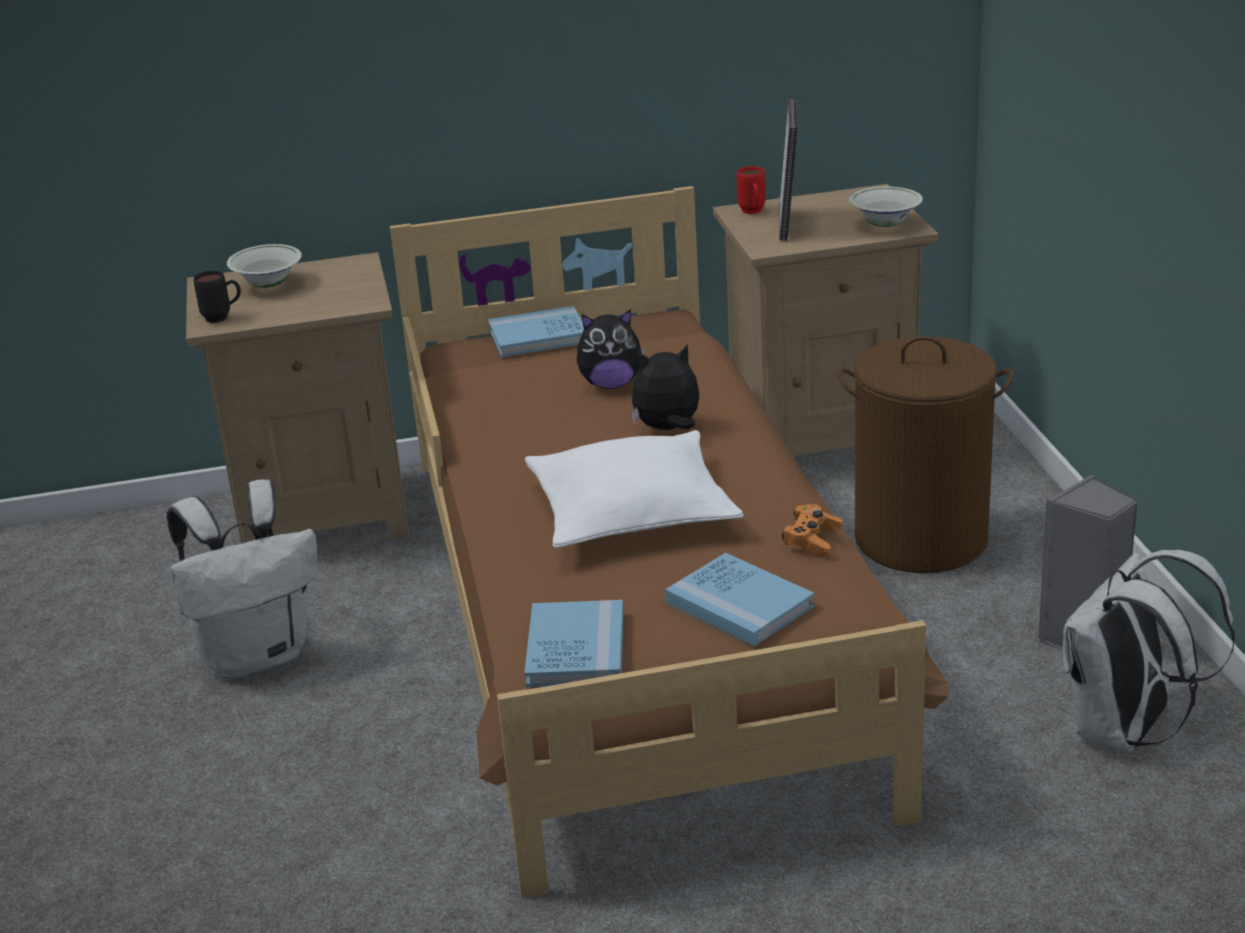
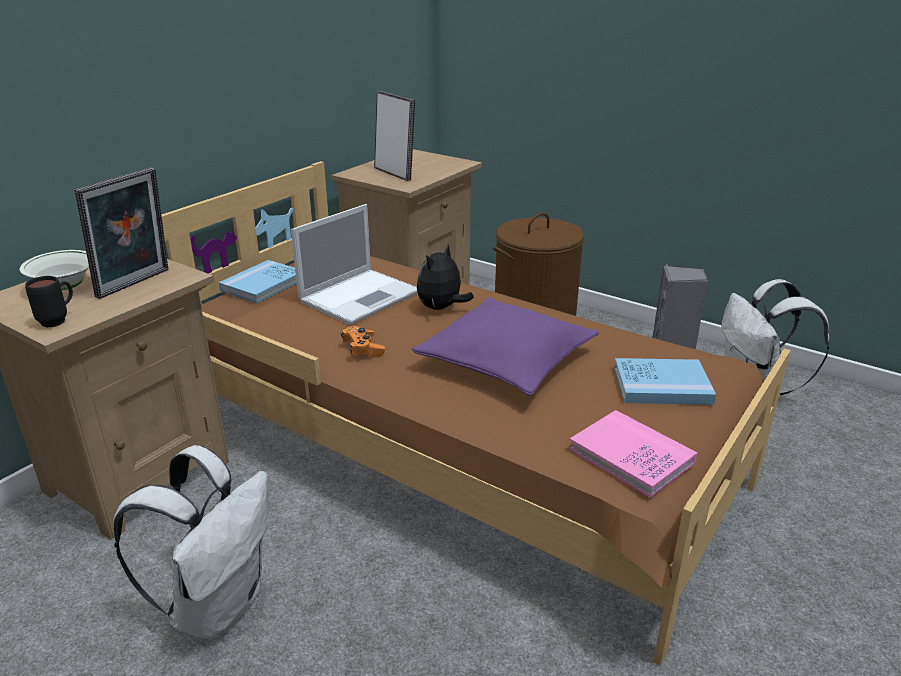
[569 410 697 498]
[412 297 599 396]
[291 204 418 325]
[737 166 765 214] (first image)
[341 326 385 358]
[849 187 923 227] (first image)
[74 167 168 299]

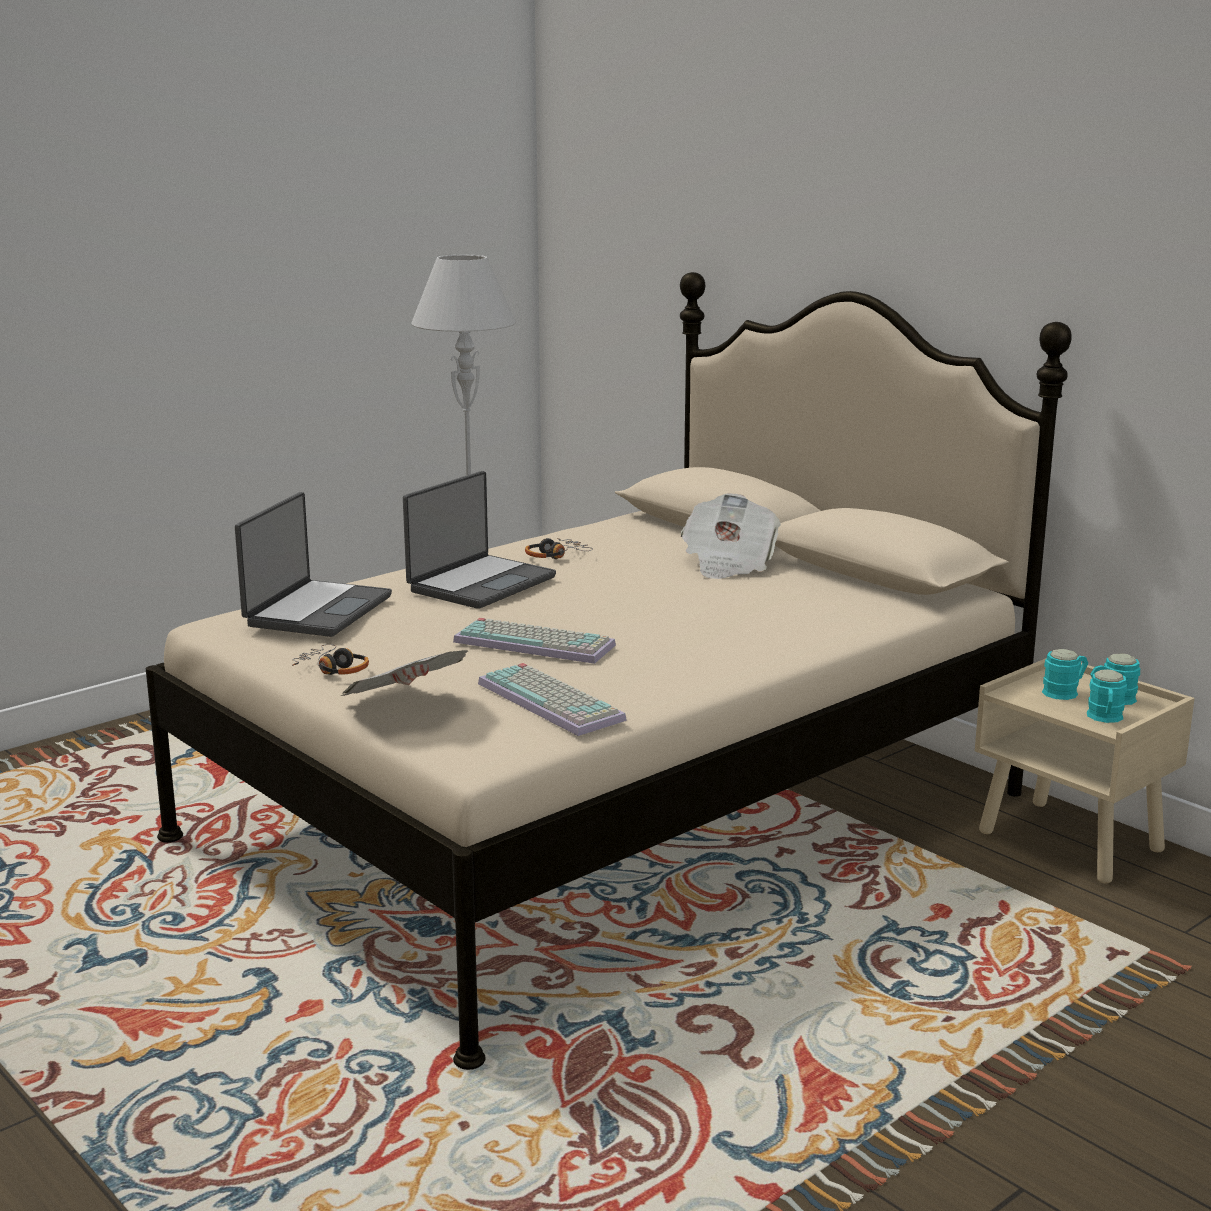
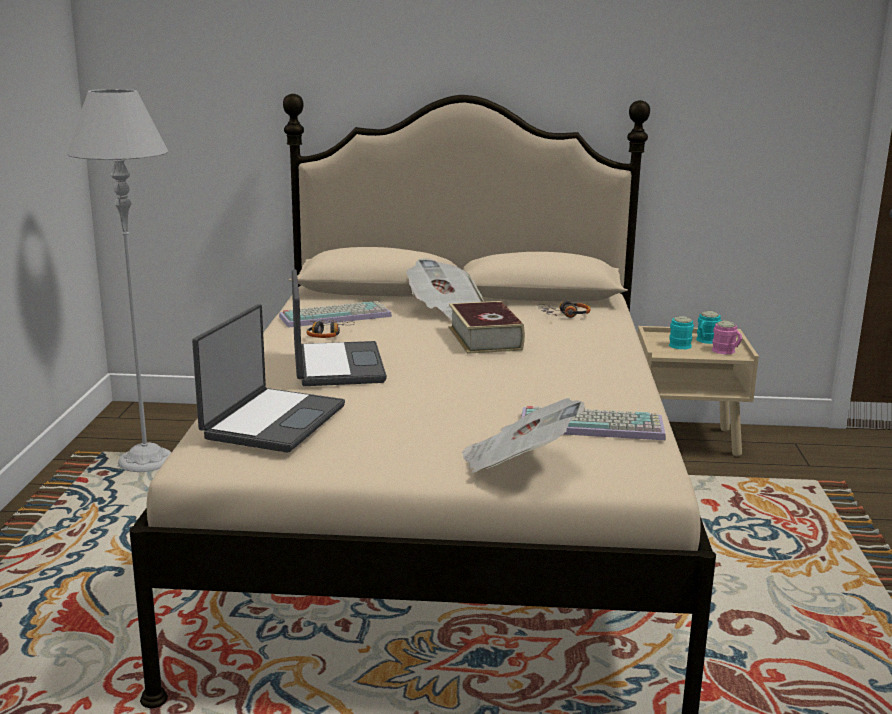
[192 304 345 452]
[537 300 590 318]
[279 301 392 328]
[712 320 742 354]
[449 301 525 354]

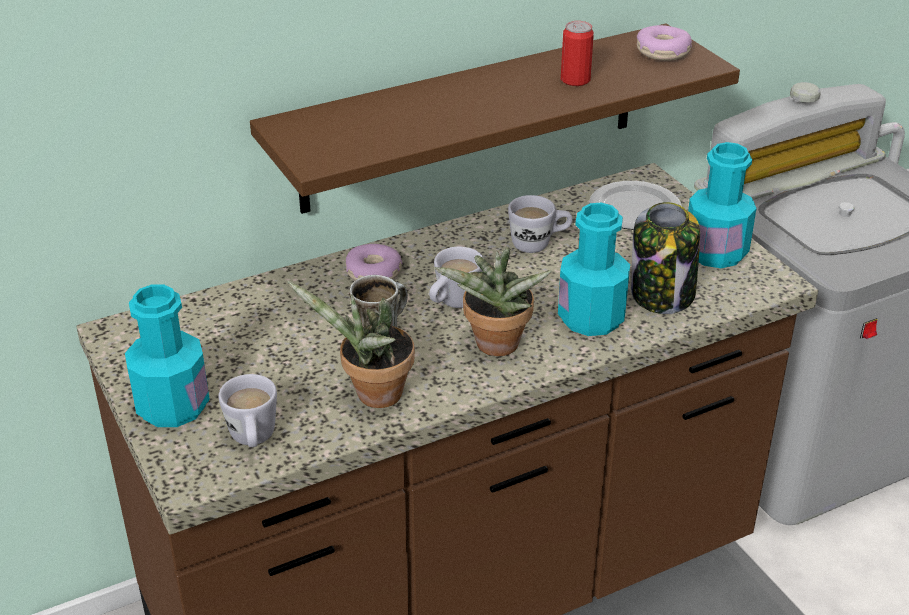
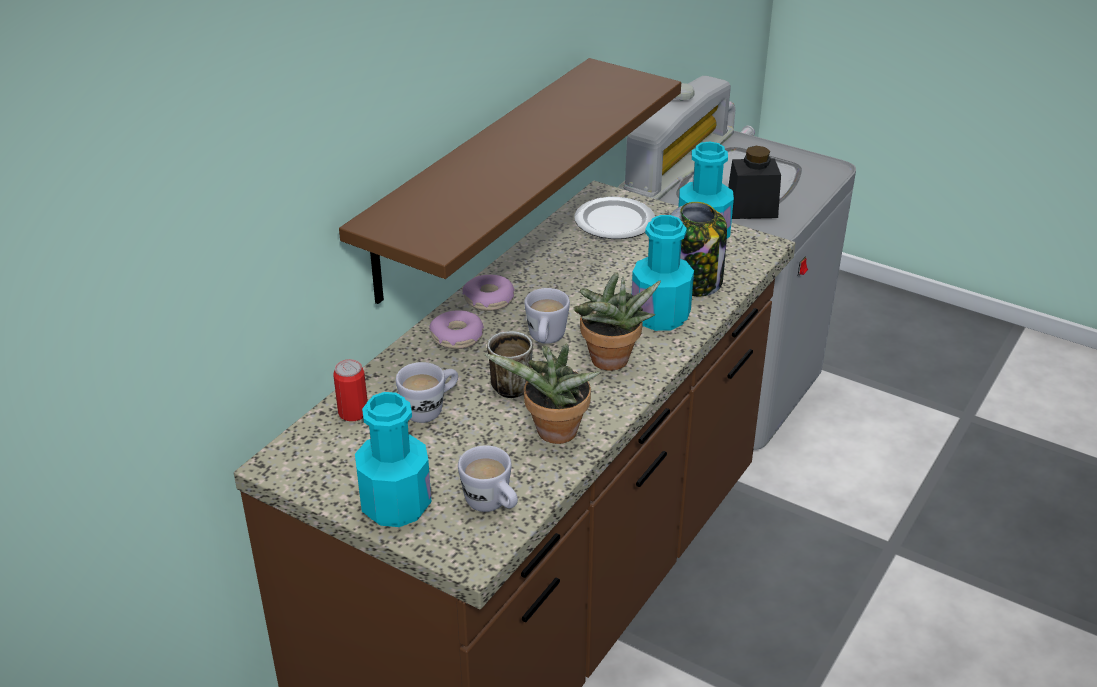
[396 362 458 423]
[333 359 368 421]
[463 275 515 311]
[728 146 781 219]

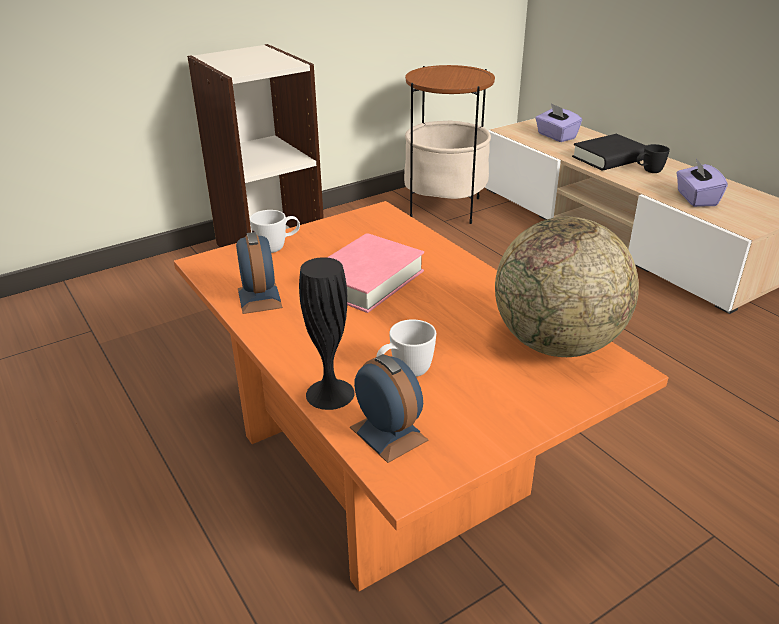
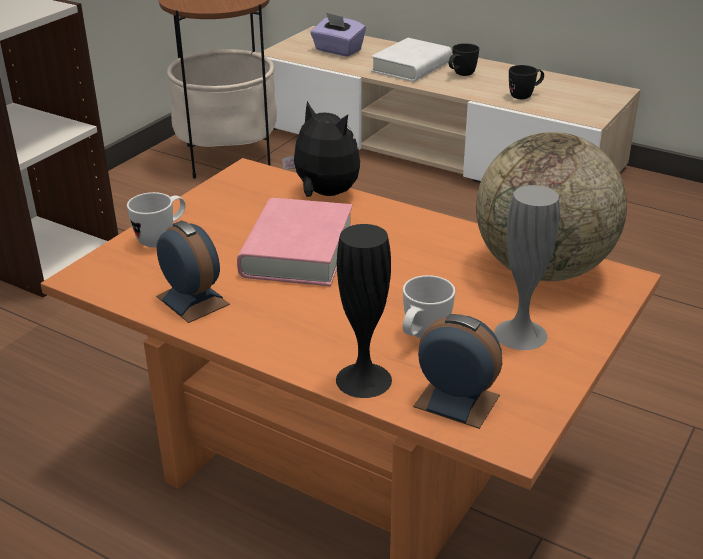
[371 38 452 82]
[509 65 544 99]
[282 101 360 197]
[494 185 560 350]

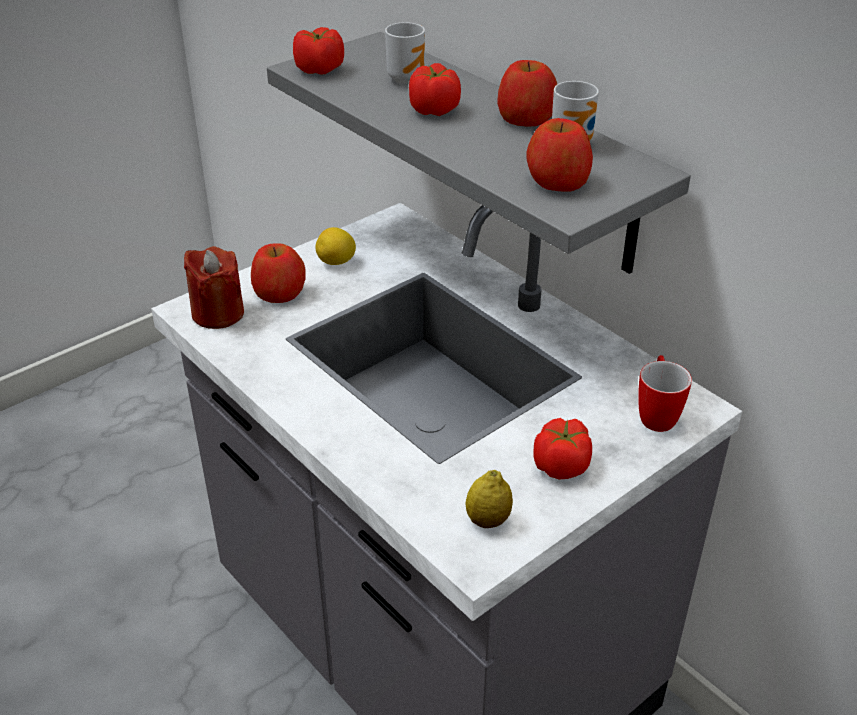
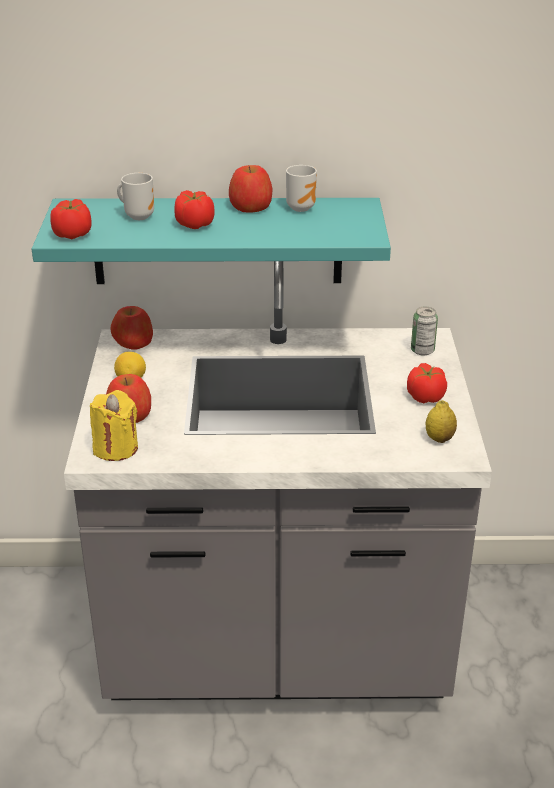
[90 390 138 461]
[32 198 391 284]
[111 306 153 350]
[411 307 438 356]

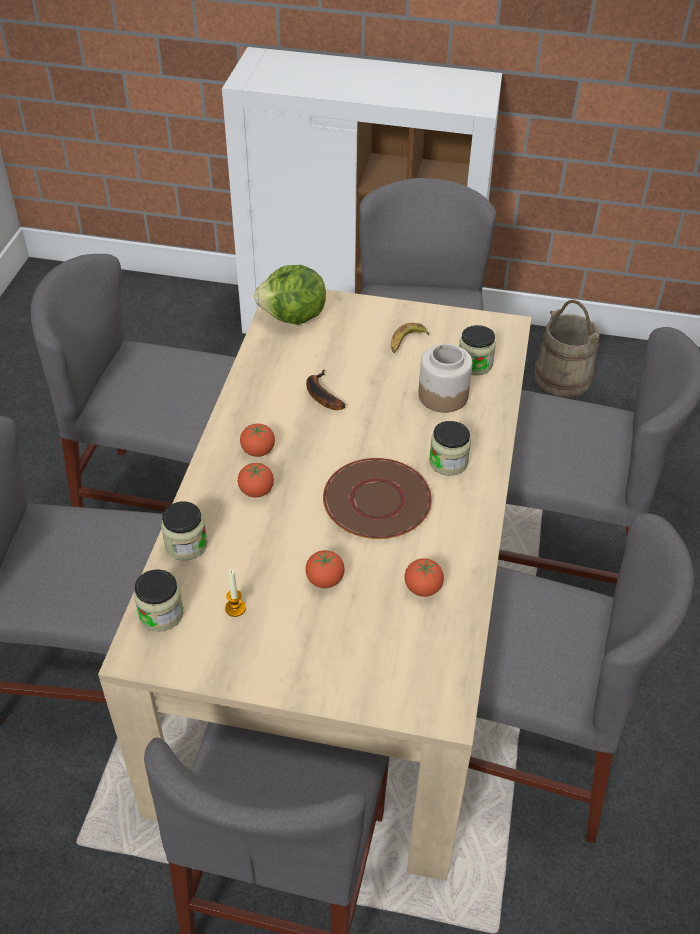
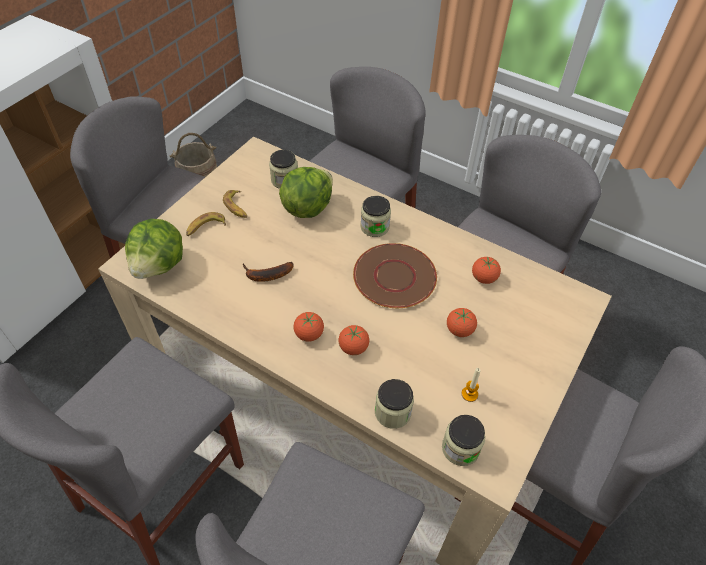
[279 167 333 218]
[186 212 226 236]

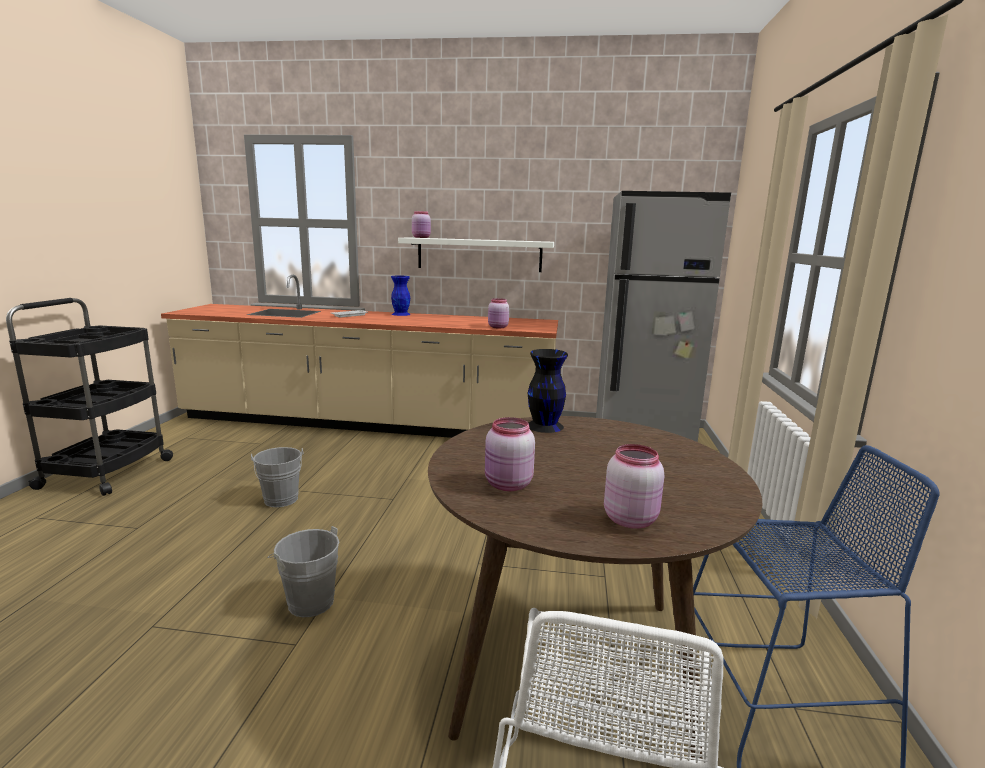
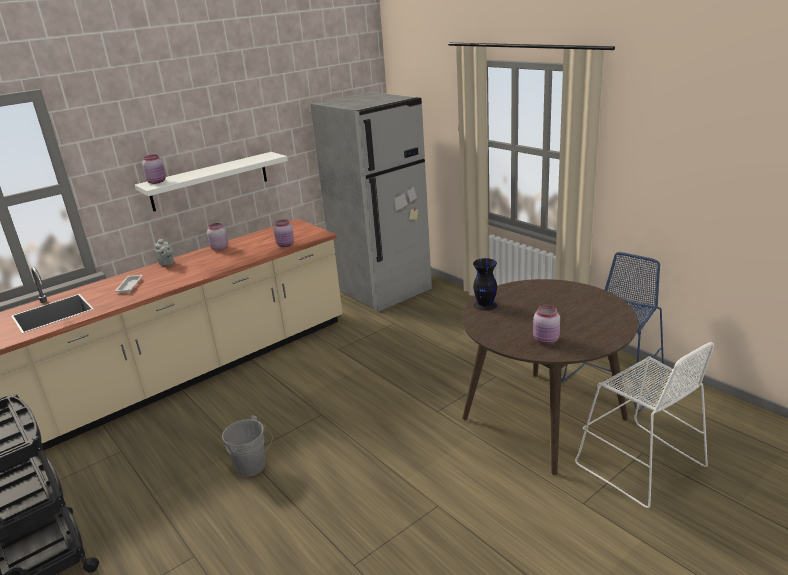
[267 526 339 617] (first image)
[155 238 174 266]
[207 223 228 251]

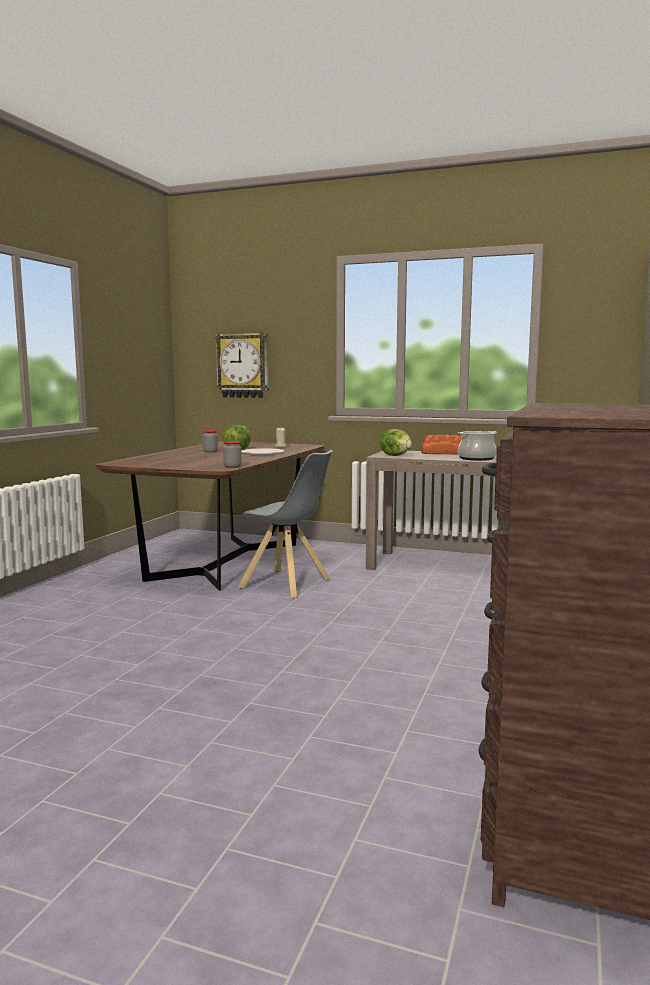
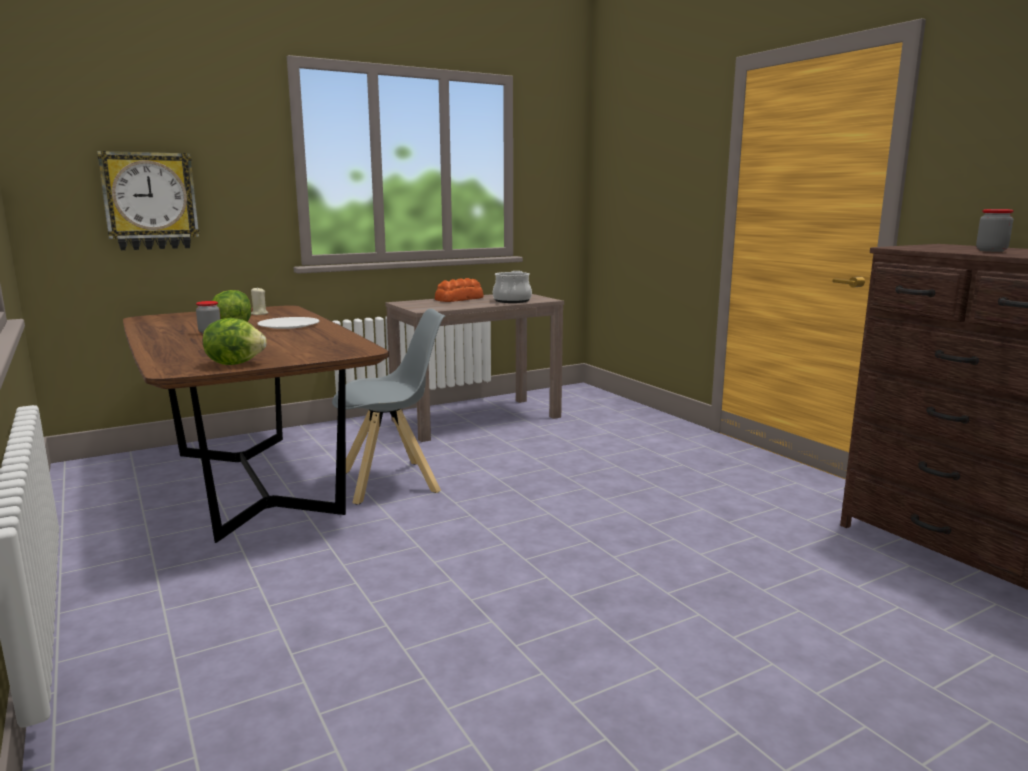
[976 209 1014 252]
[203 318 267 365]

